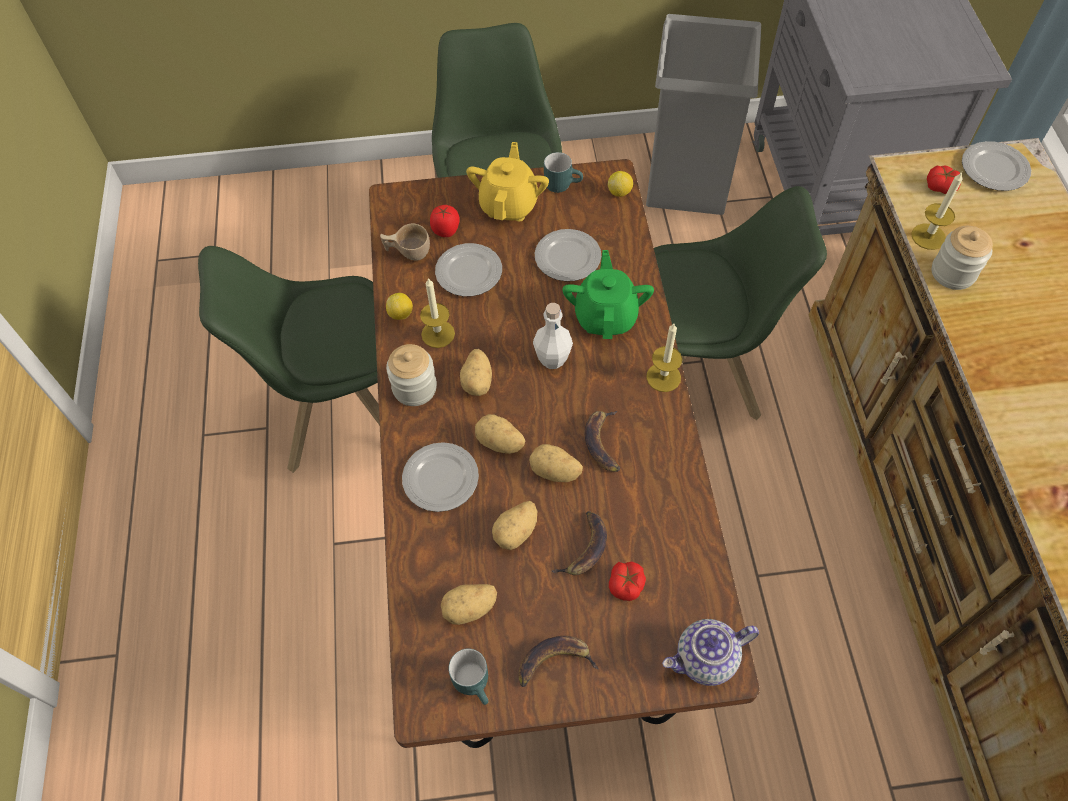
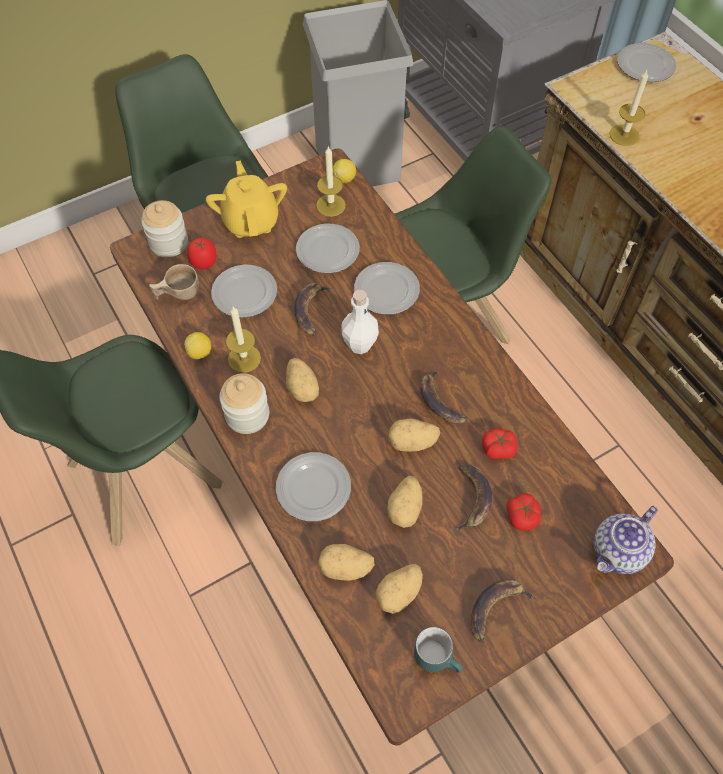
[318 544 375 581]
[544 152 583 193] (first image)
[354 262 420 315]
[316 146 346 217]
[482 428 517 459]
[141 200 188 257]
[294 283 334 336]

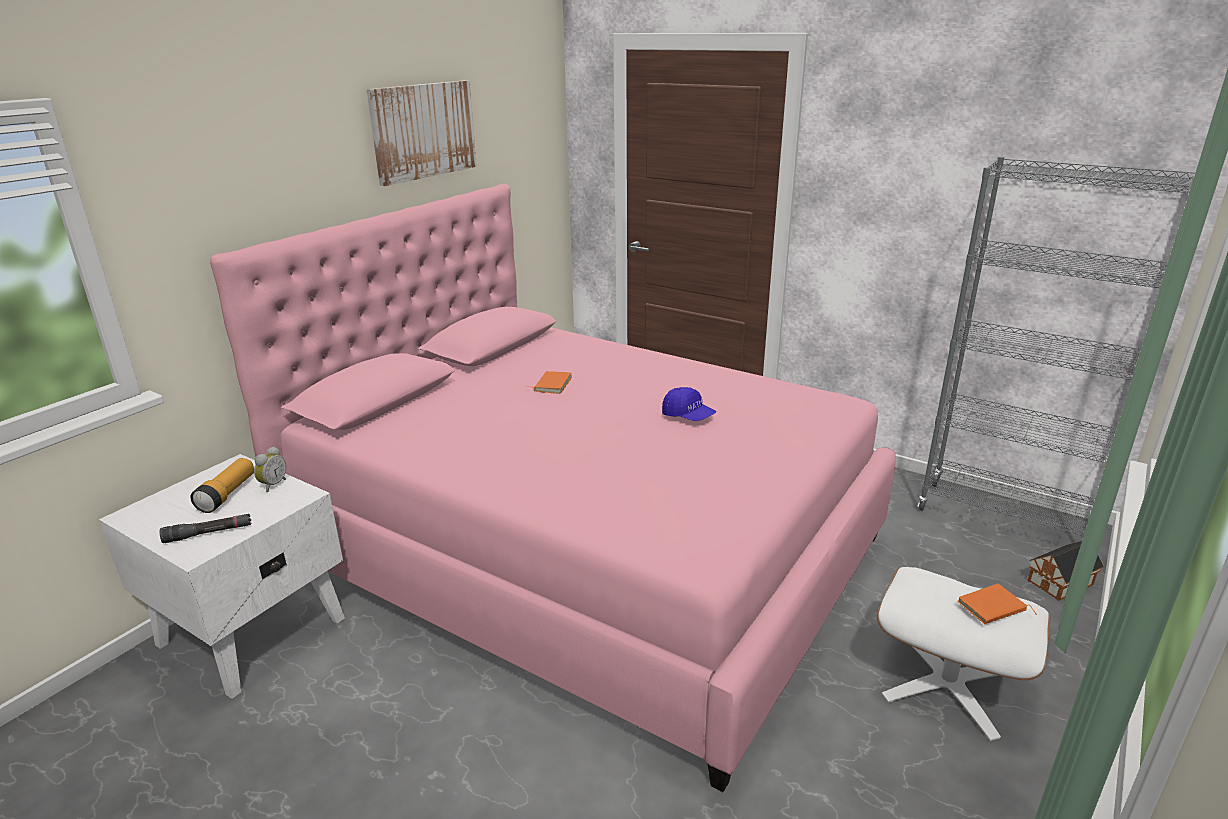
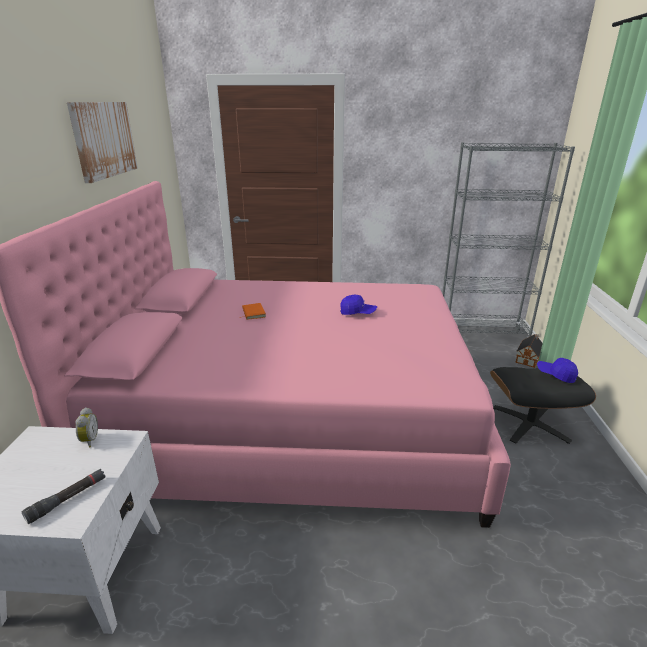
[191 458 254 513] (first image)
[490 367 596 444]
[537 358 578 383]

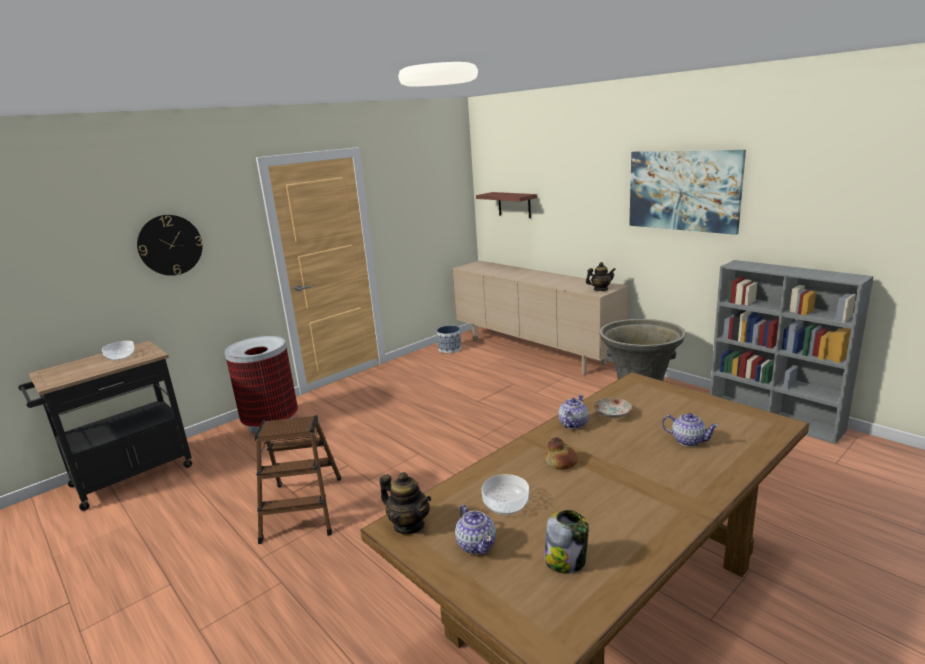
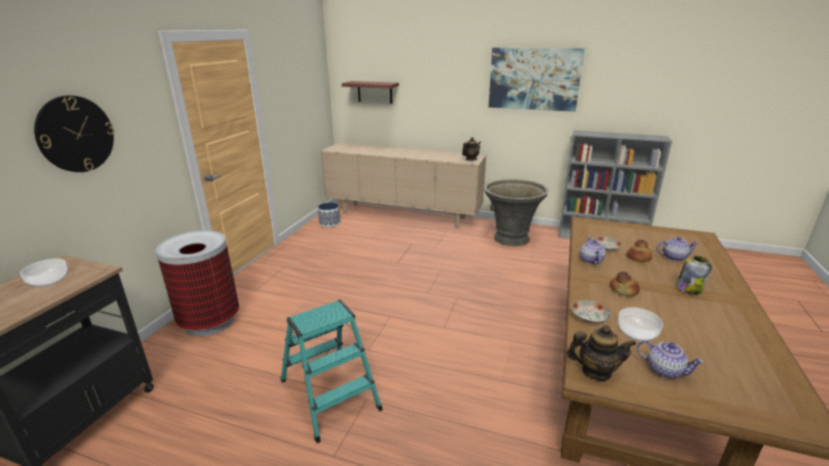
[281 299 383 443]
[676 256 712 295]
[571 300 612 324]
[626 240 652 262]

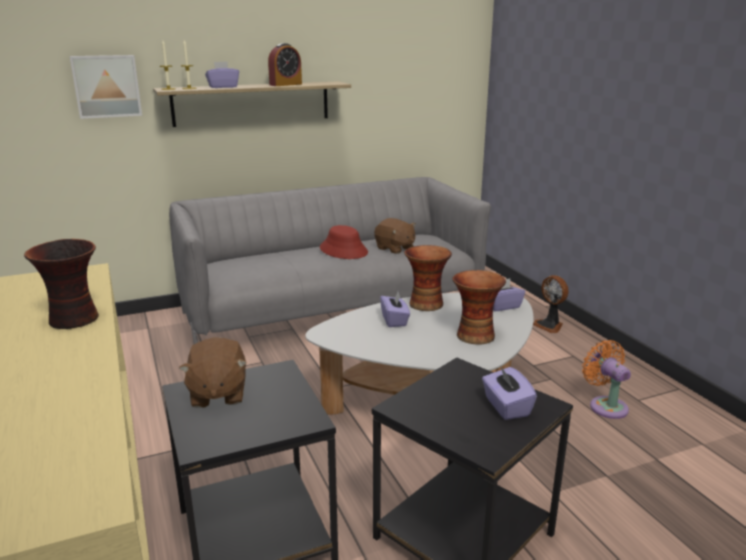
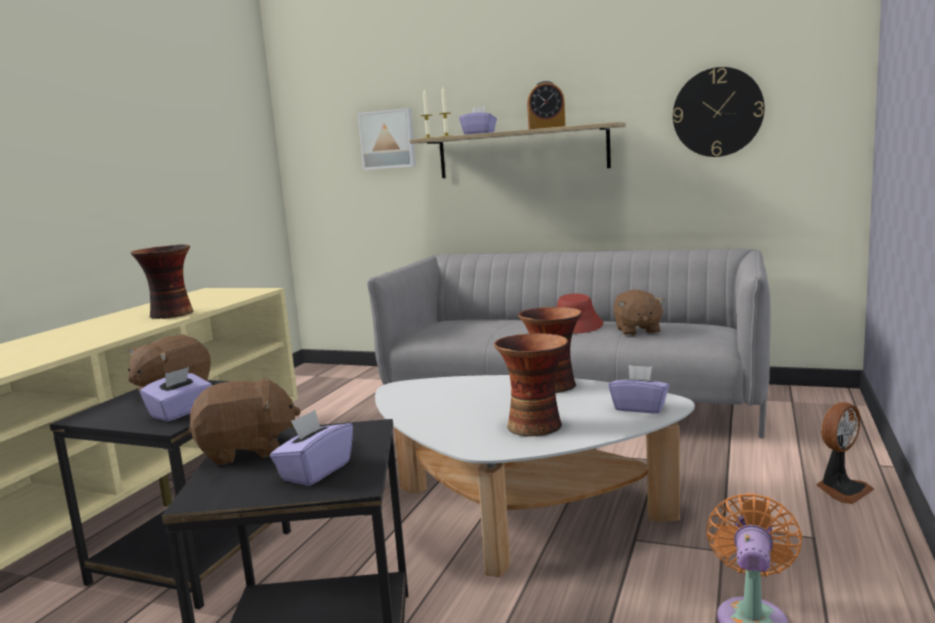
[140 367 212 421]
[816 402 874 504]
[189 378 301 465]
[673 67 765 157]

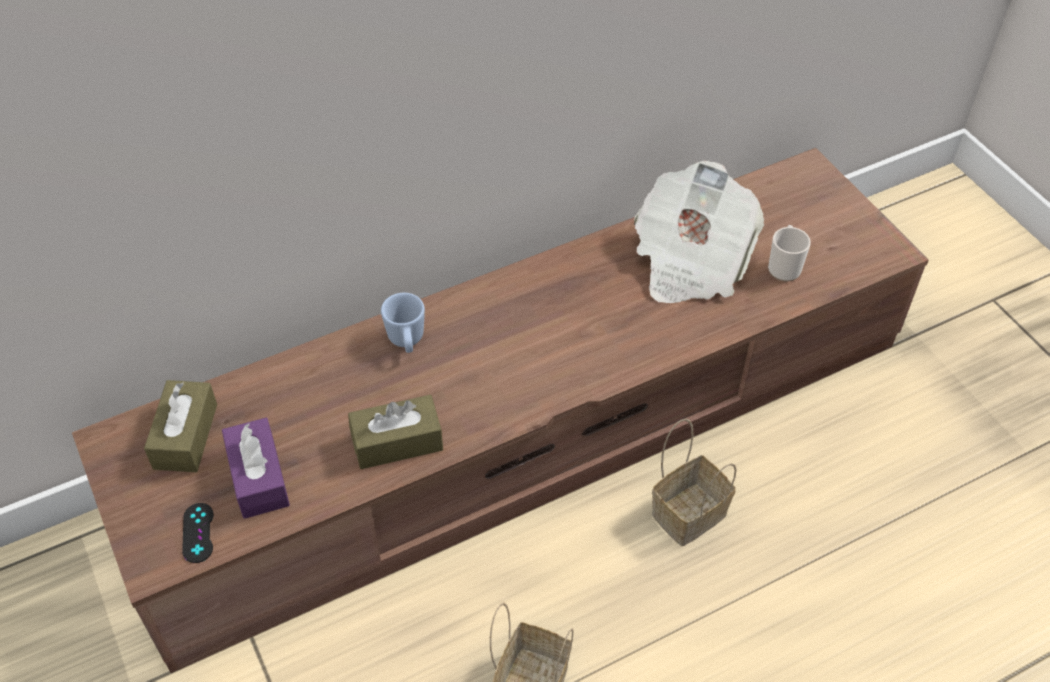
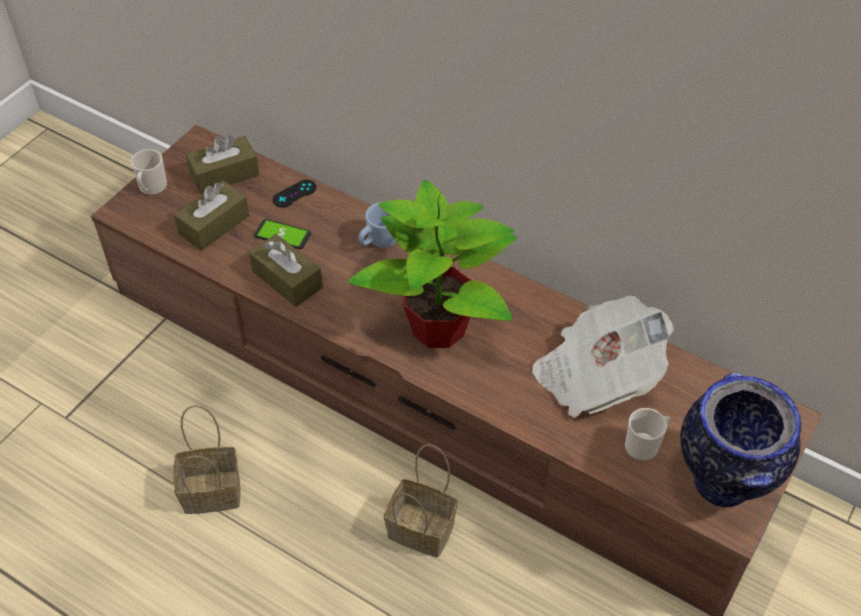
[273 180 316 208]
[174 181 249 251]
[131 149 167 195]
[254 219 311 249]
[348 180 517 348]
[680 373 801 507]

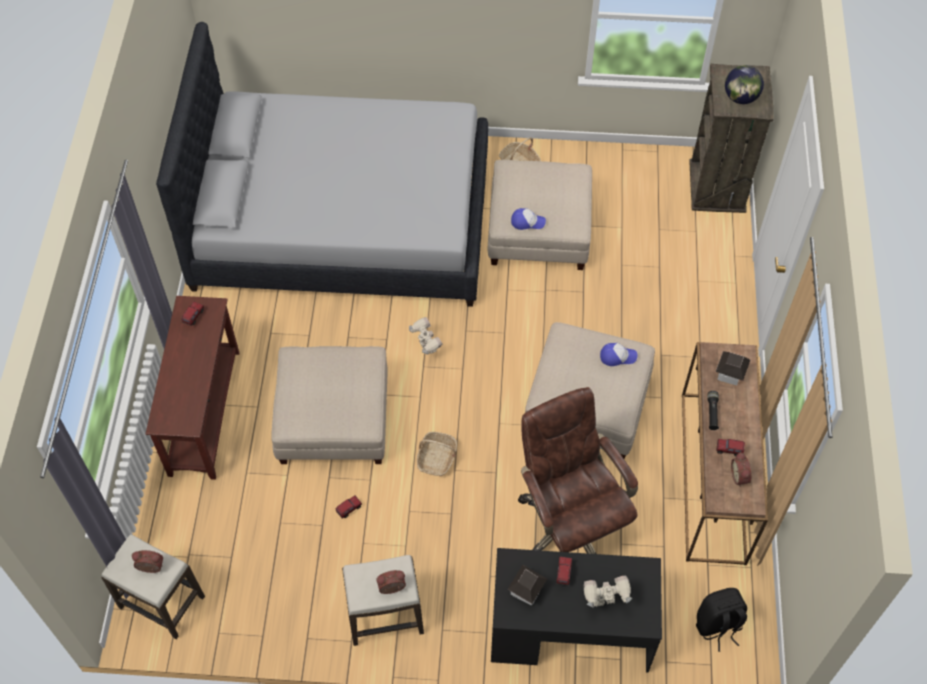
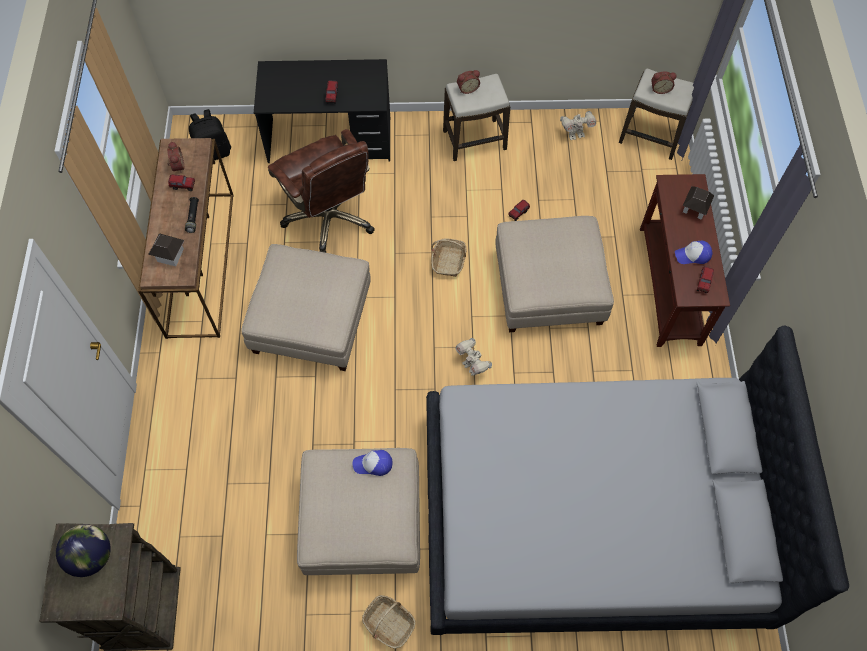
[683 186 714 220]
[560 111 596 140]
[675 241 712 264]

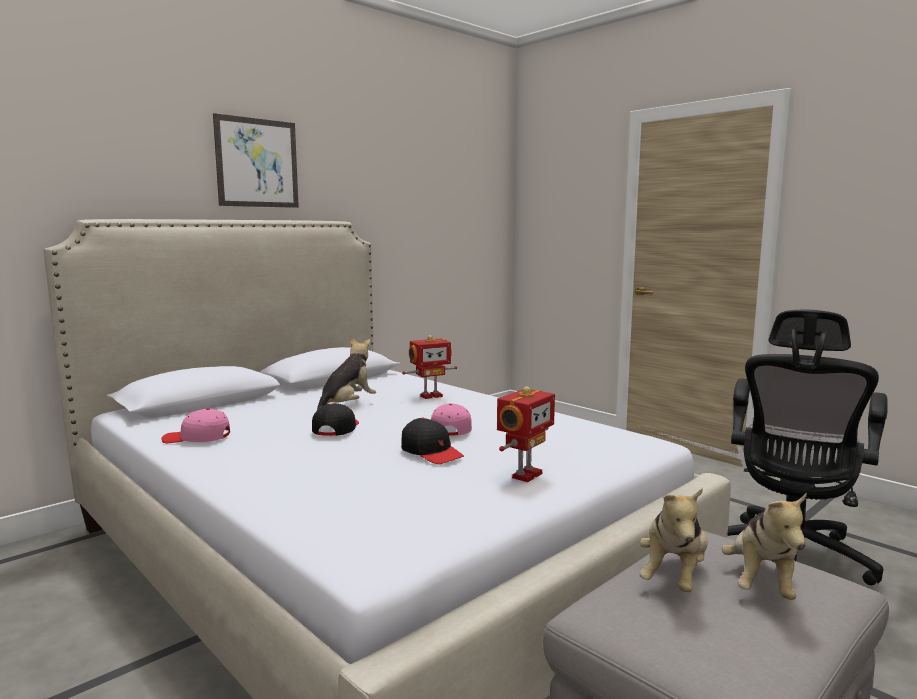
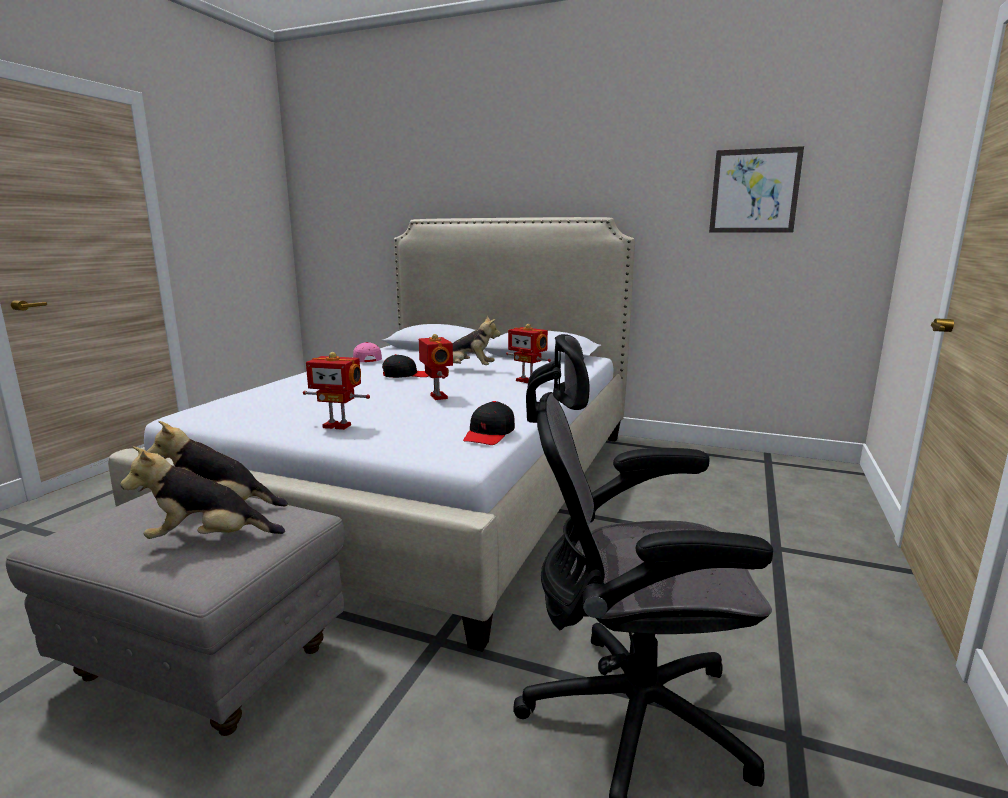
[709 146 804 232]
[463 401 515 445]
[419 334 453 400]

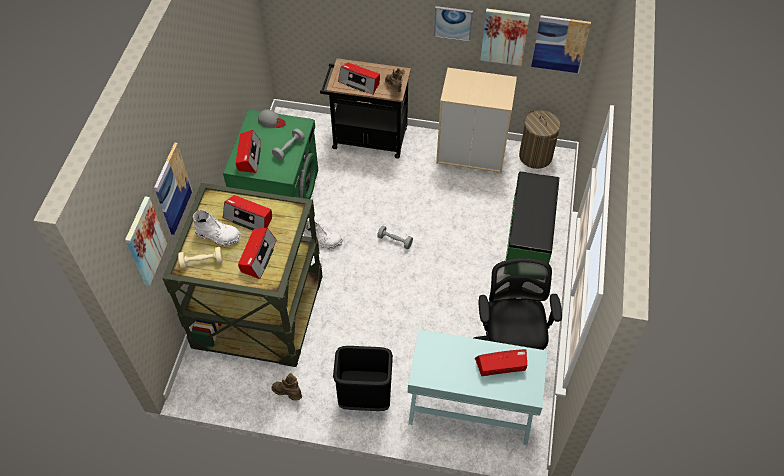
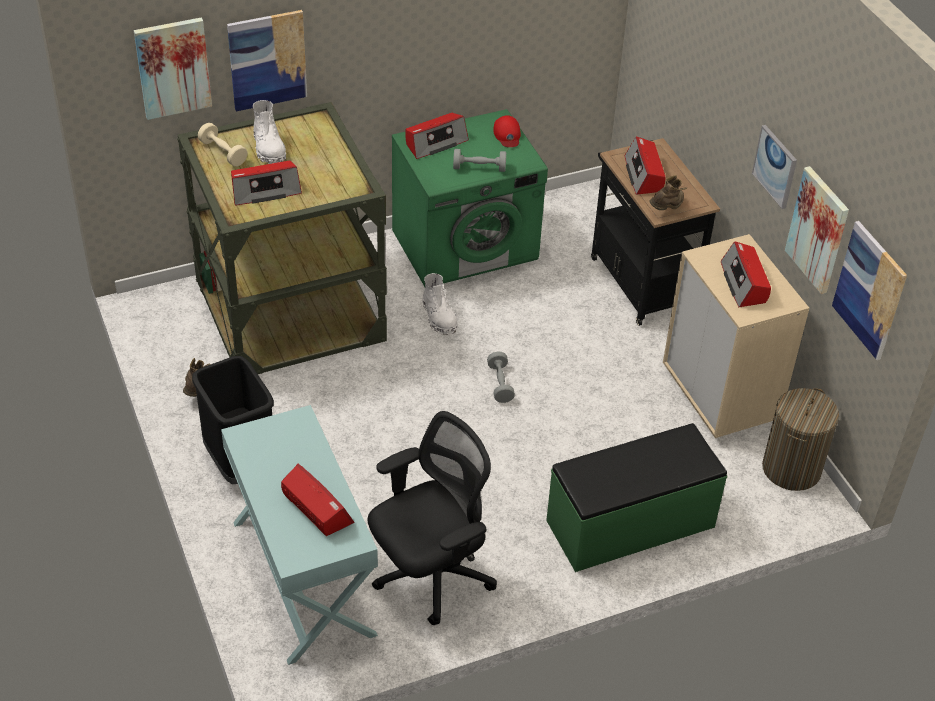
[721 241 771 307]
[493 115 521 147]

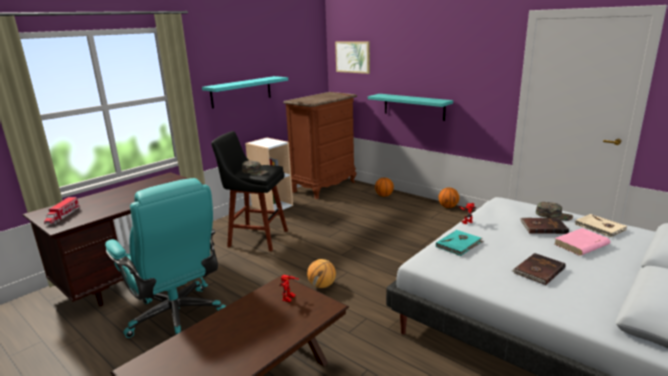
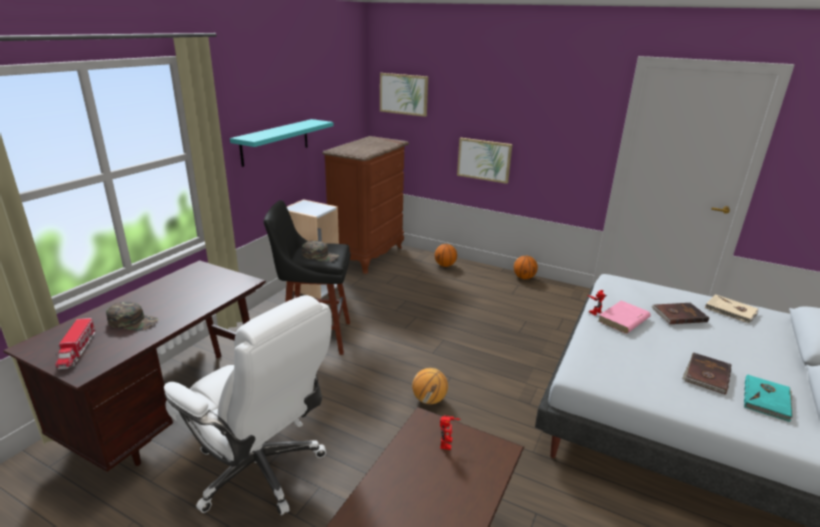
[164 295 332 515]
[457 138 512 184]
[744 374 793 422]
[106 301 159 331]
[598 300 651 334]

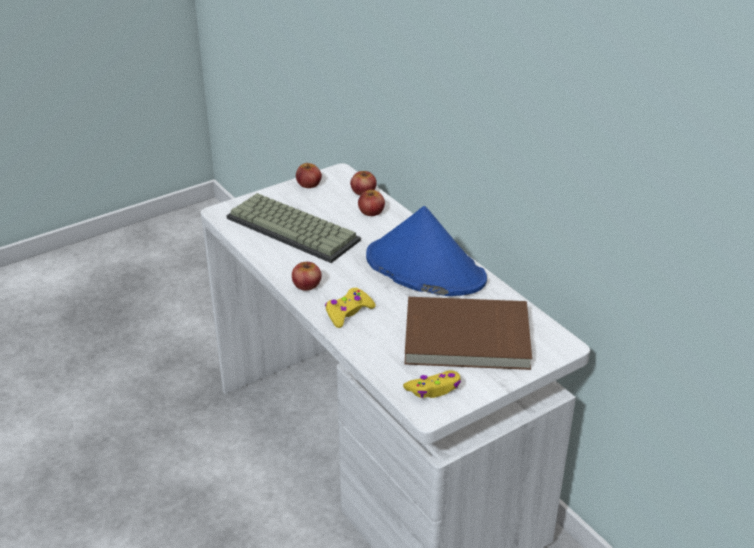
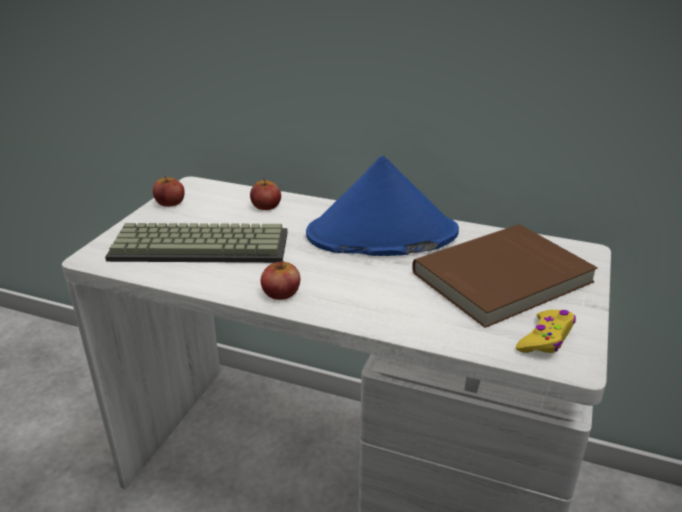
[325 288 376 328] (first image)
[350 171 377 196] (first image)

